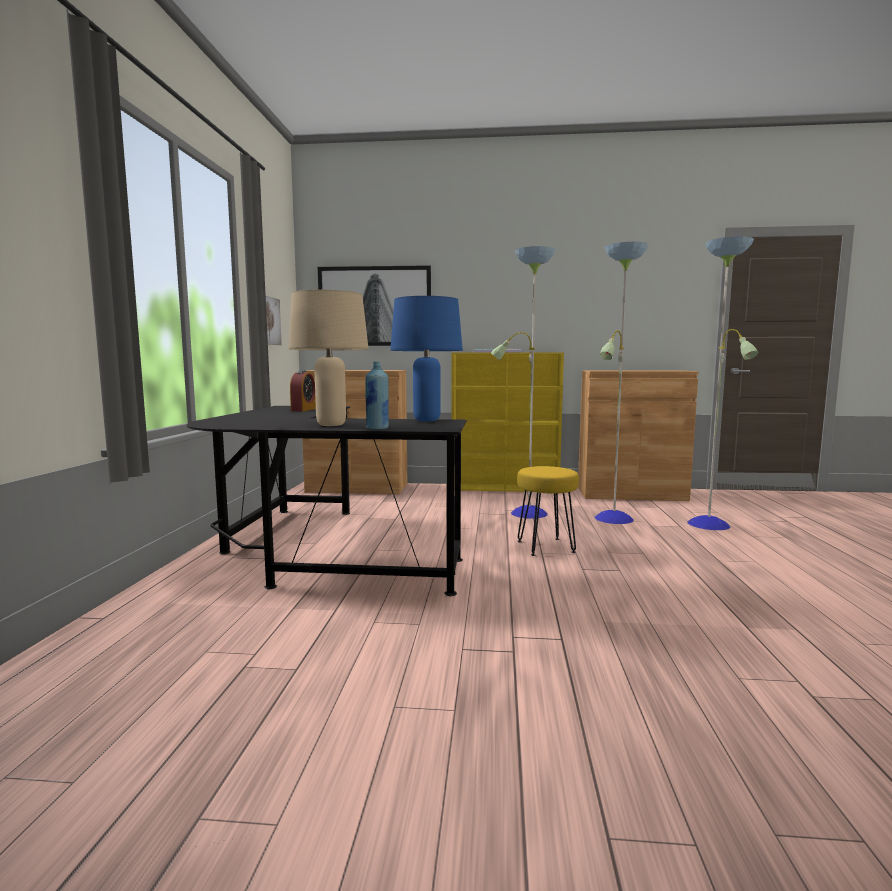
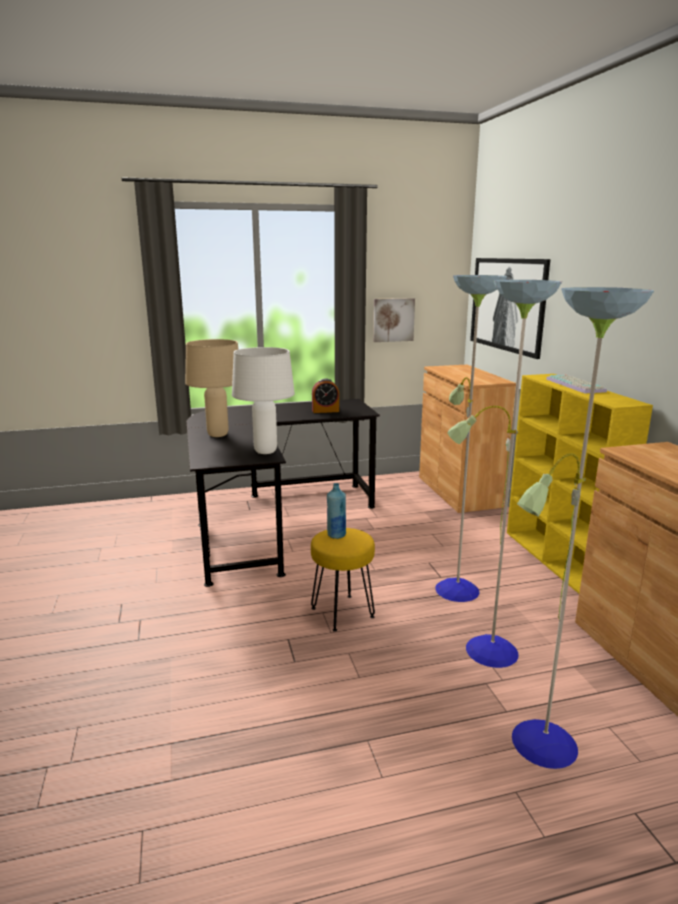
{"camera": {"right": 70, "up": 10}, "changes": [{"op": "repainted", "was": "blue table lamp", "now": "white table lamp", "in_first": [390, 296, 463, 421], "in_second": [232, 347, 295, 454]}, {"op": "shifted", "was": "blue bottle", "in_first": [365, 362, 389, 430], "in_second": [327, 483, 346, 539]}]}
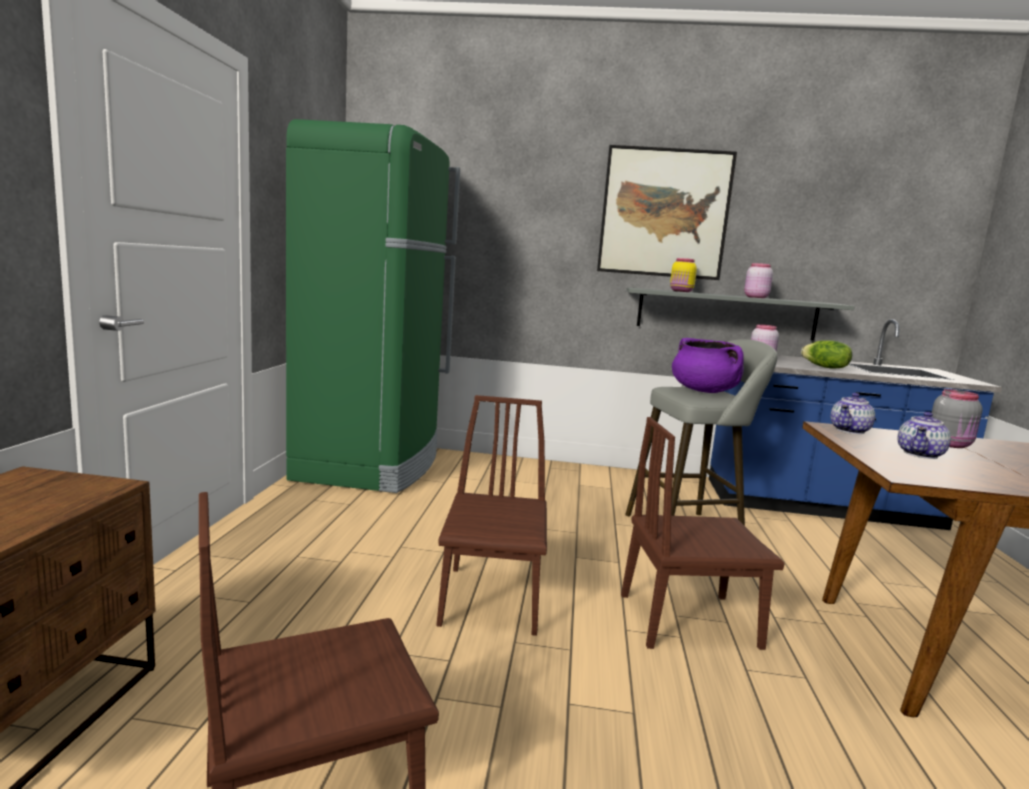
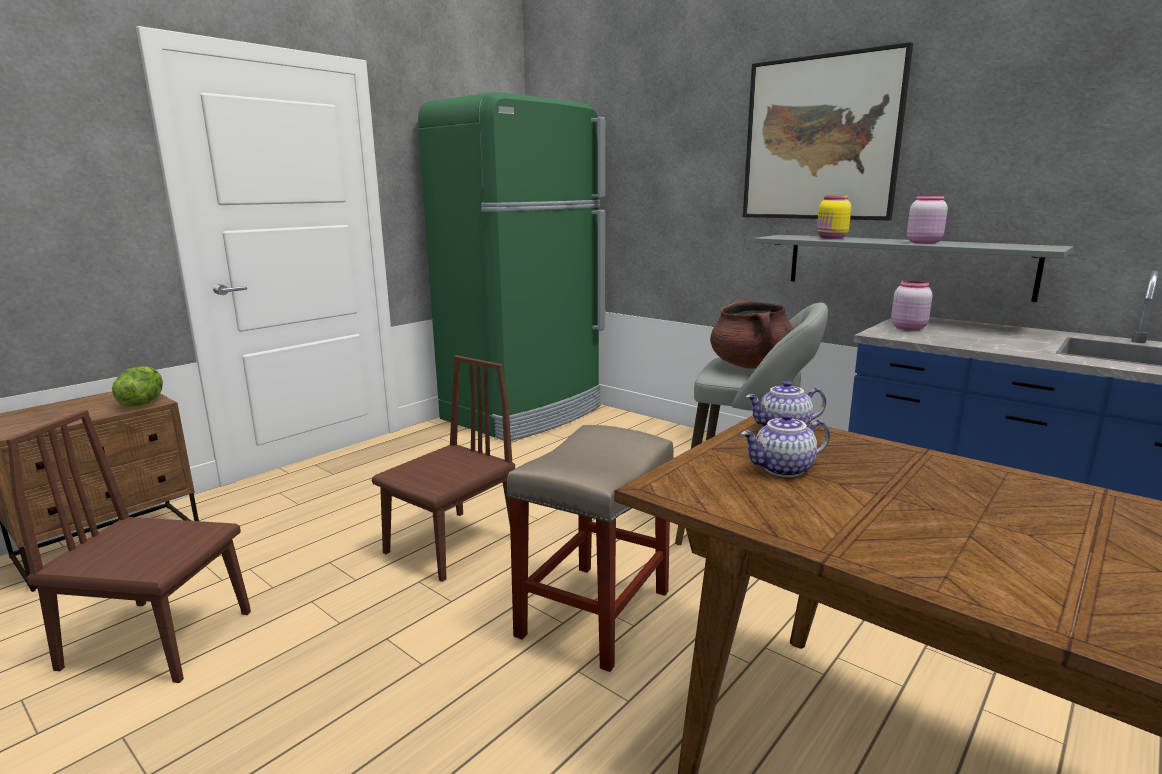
{"camera": {"right": 35, "up": 5}, "changes": [{"op": "shifted", "was": "lettuce", "in_first": [801, 340, 852, 369], "in_second": [112, 366, 163, 406]}, {"op": "swapped", "was": "brown chair", "now": "beige stool", "in_first": [621, 417, 785, 650], "in_second": [507, 425, 674, 672]}, {"op": "repainted", "was": "purple cooking pot", "now": "brown cooking pot", "in_first": [672, 338, 744, 393], "in_second": [710, 300, 794, 369]}, {"op": "gone", "was": "grey jar", "in_first": [932, 389, 983, 448]}]}
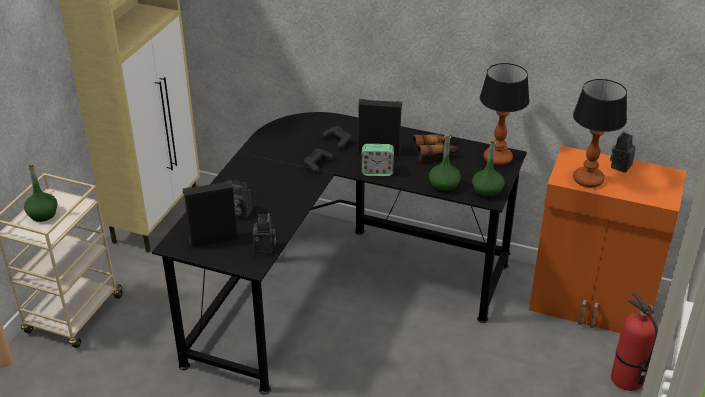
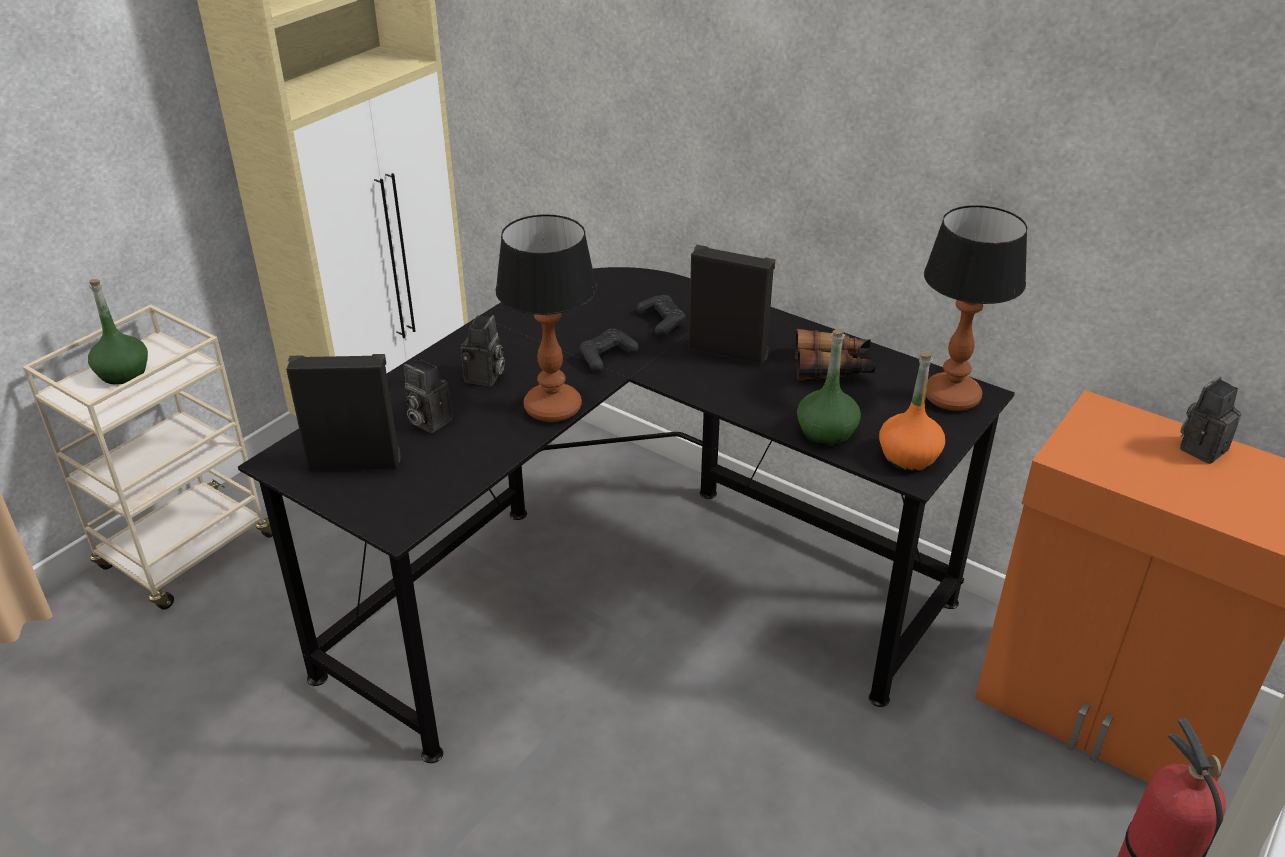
{"camera": {"right": 15, "up": 0}, "changes": [{"op": "shifted", "was": "photo camera", "in_first": [253, 213, 276, 254], "in_second": [461, 315, 505, 386]}, {"op": "shifted", "was": "table lamp", "in_first": [573, 79, 627, 188], "in_second": [495, 215, 597, 422]}, {"op": "repainted", "was": "green bottle", "now": "orange bottle", "in_first": [472, 139, 504, 198], "in_second": [879, 352, 945, 471]}, {"op": "gone", "was": "alarm clock", "in_first": [361, 144, 394, 176]}]}
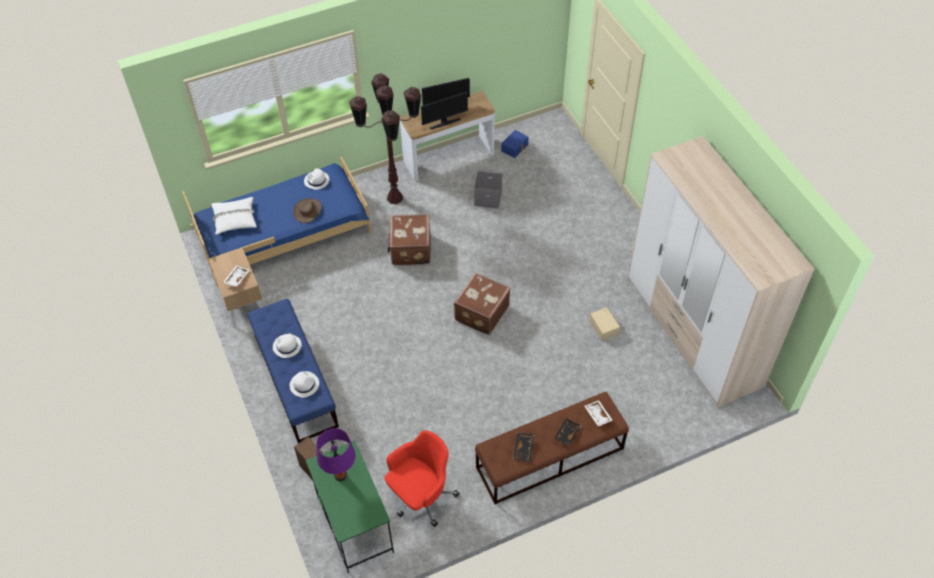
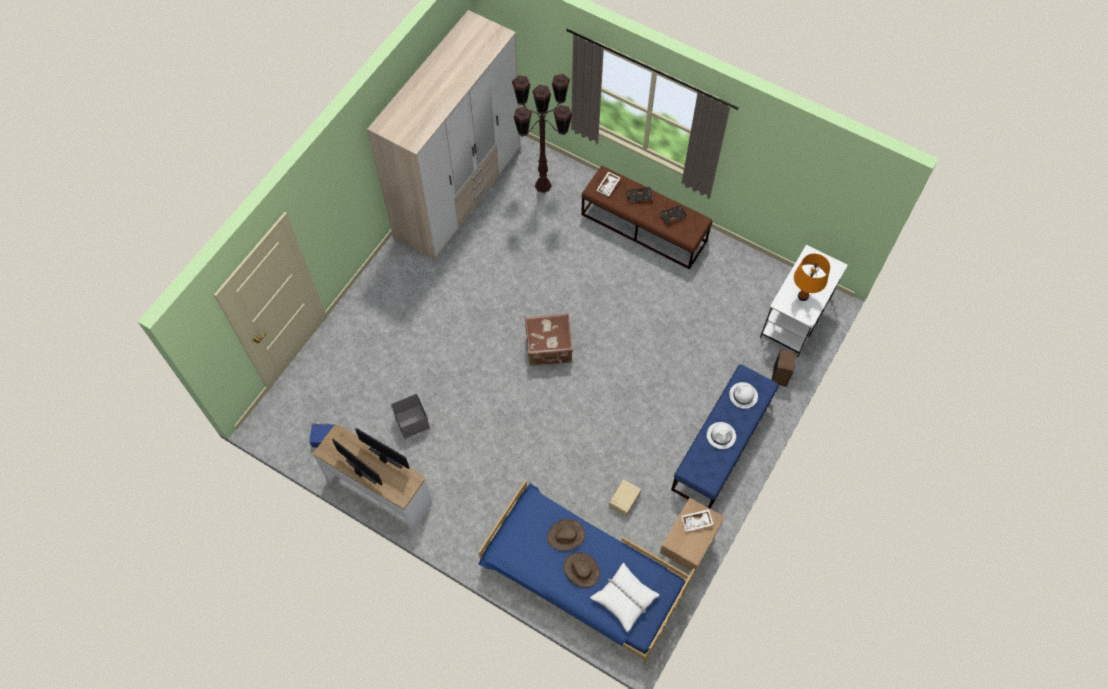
{"camera": {"right": -125, "up": 10}, "changes": [{"op": "shifted", "was": "brown floor lamp", "in_first": [349, 73, 421, 204], "in_second": [512, 74, 572, 193]}, {"op": "new", "now": "brown hat", "in_second": [563, 553, 600, 588]}, {"op": "shifted", "was": "beige storage box", "in_first": [589, 307, 620, 341], "in_second": [609, 479, 641, 517]}, {"op": "repainted", "was": "green desk", "now": "white desk", "in_first": [306, 441, 394, 573], "in_second": [760, 245, 848, 357]}, {"op": "repainted", "was": "purple table lamp", "now": "orange table lamp", "in_first": [316, 428, 356, 481], "in_second": [794, 254, 830, 301]}, {"op": "gone", "was": "white hat", "in_first": [304, 168, 329, 190]}, {"op": "gone", "was": "red office chair", "in_first": [385, 430, 460, 527]}, {"op": "gone", "was": "brown suitcase", "in_first": [387, 214, 431, 266]}]}
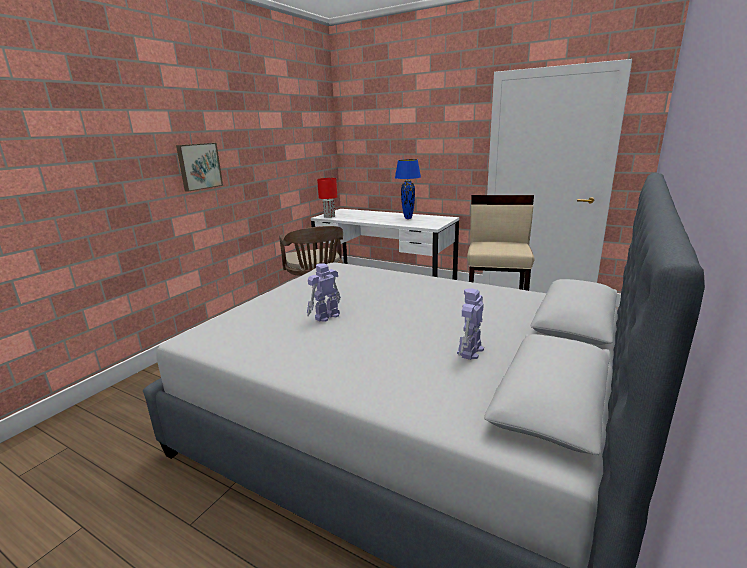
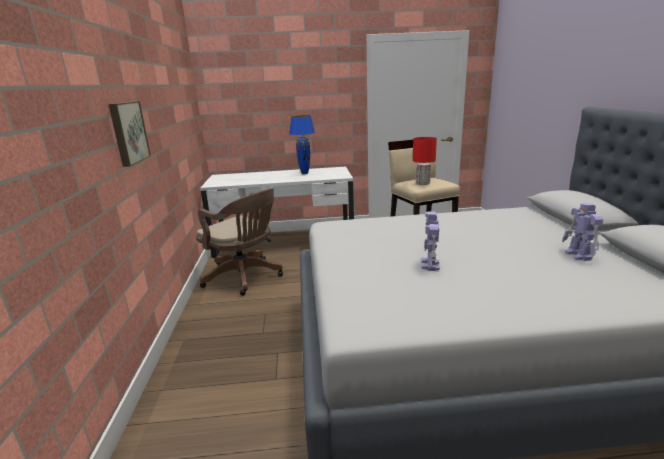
{"camera": {"right": -35, "up": 0}, "changes": [{"op": "shifted", "was": "red table lamp", "in_first": [317, 178, 337, 218], "in_second": [413, 137, 437, 185]}]}
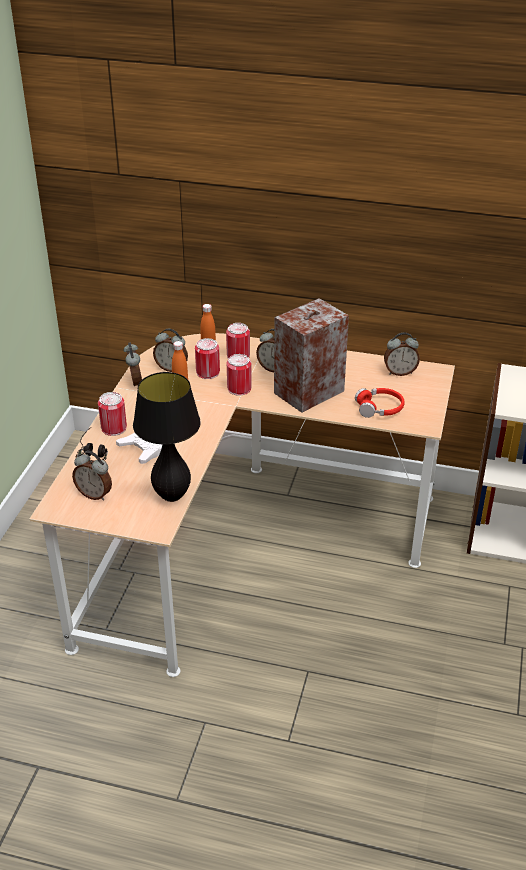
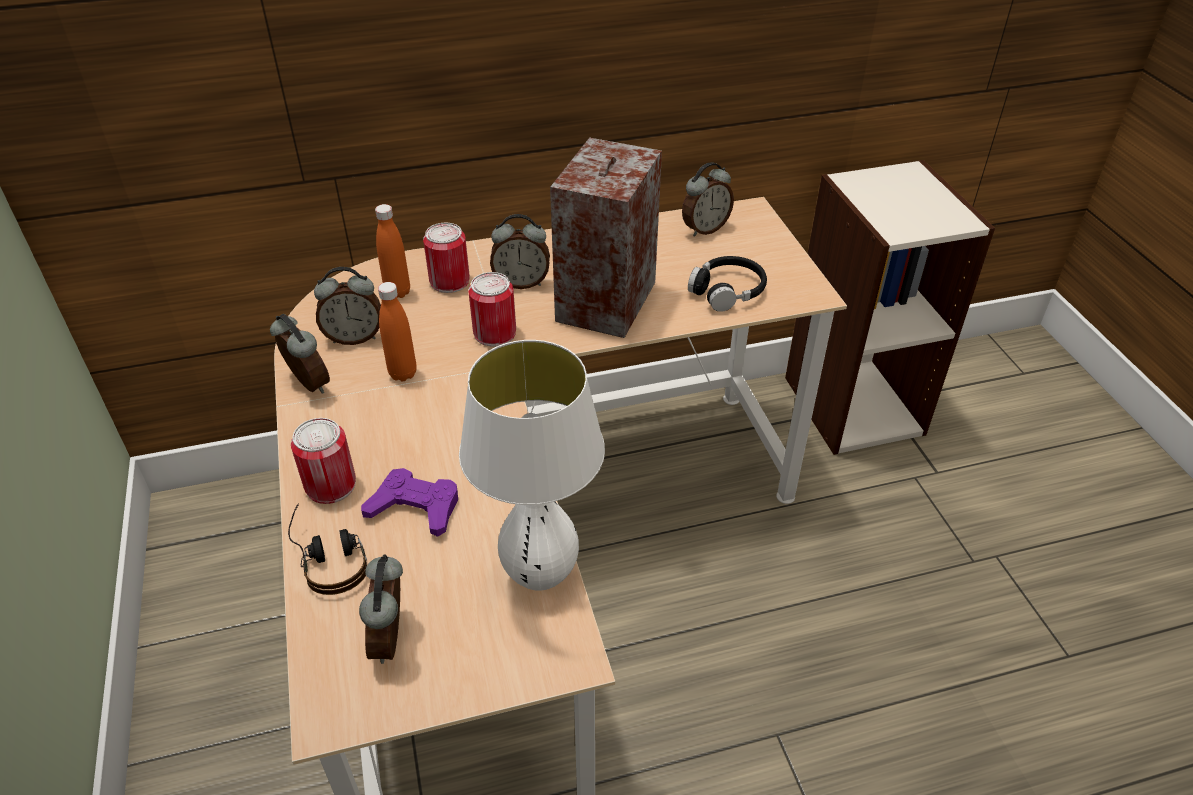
{"camera": {"right": -30, "up": 5}, "changes": [{"op": "rotated", "was": "alarm clock", "in_first": [72, 451, 112, 501], "in_second": [359, 554, 403, 664], "clockwise": 90}, {"op": "repainted", "was": "white game controller", "now": "purple game controller", "in_first": [116, 433, 162, 464], "in_second": [361, 468, 458, 537]}, {"op": "repainted", "was": "black table lamp", "now": "white table lamp", "in_first": [133, 372, 201, 502], "in_second": [459, 340, 605, 591]}, {"op": "repainted", "was": "red headphones", "now": "black headphones", "in_first": [355, 388, 405, 418], "in_second": [688, 256, 767, 312]}, {"op": "gone", "was": "can", "in_first": [195, 338, 220, 379]}]}
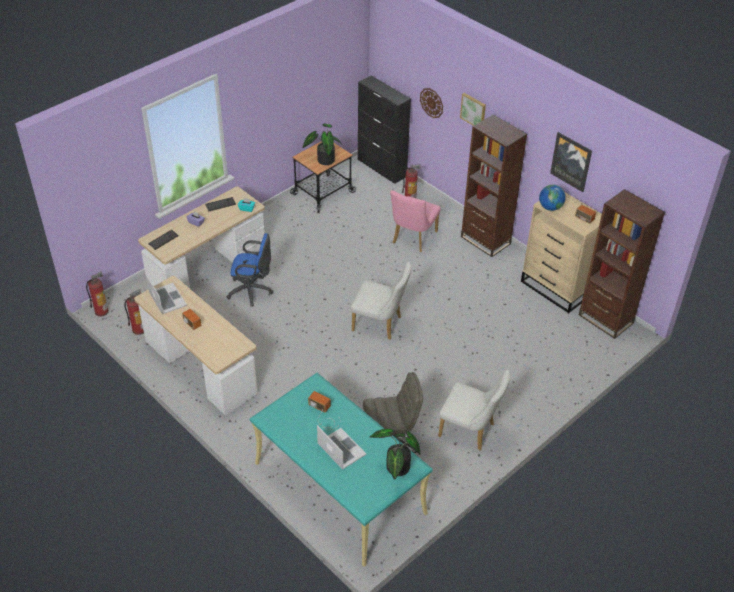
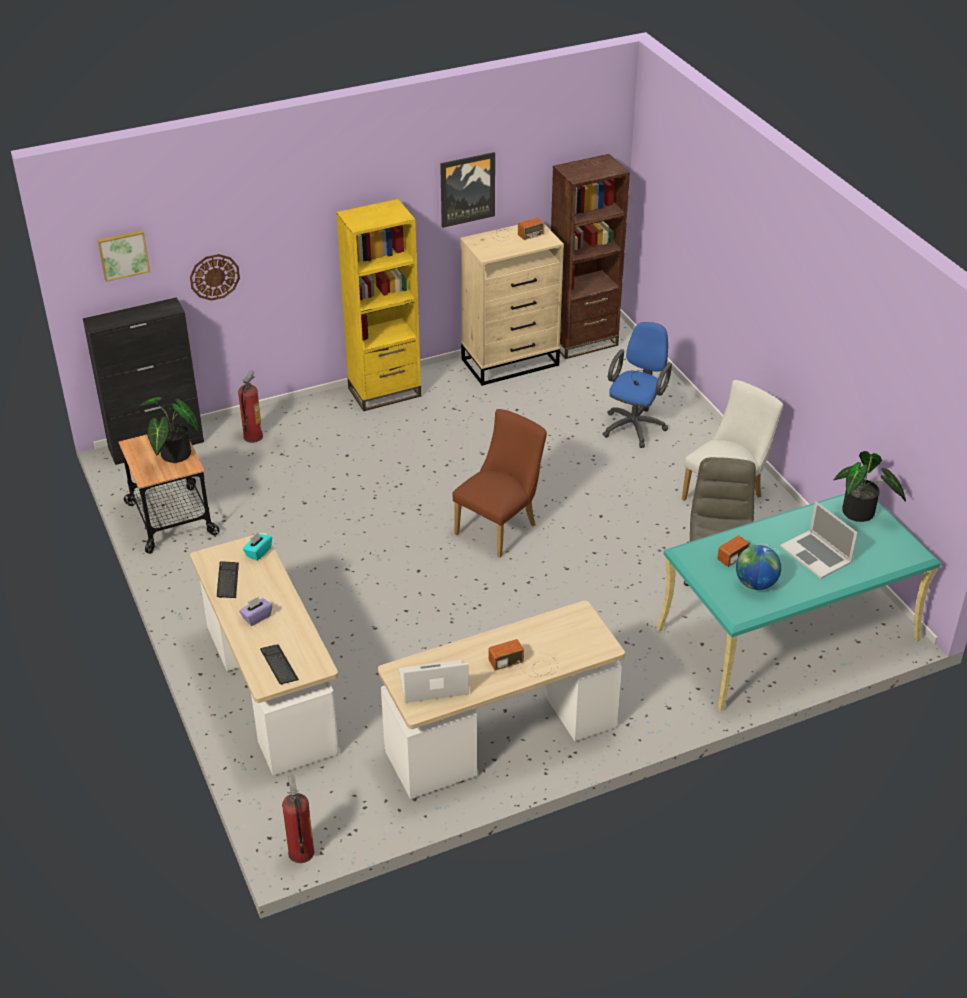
{"camera": {"right": -70, "up": -5}, "changes": [{"op": "shifted", "was": "picture", "in_first": [460, 93, 486, 126], "in_second": [97, 230, 150, 282]}, {"op": "repainted", "was": "brown bookcase", "now": "yellow bookcase", "in_first": [461, 115, 527, 257], "in_second": [336, 199, 421, 411]}, {"op": "repainted", "was": "white chair", "now": "brown chair", "in_first": [351, 262, 411, 340], "in_second": [452, 409, 547, 558]}, {"op": "shifted", "was": "blue office chair", "in_first": [226, 233, 273, 307], "in_second": [603, 322, 672, 448]}, {"op": "shifted", "was": "globe", "in_first": [539, 185, 566, 211], "in_second": [736, 545, 781, 590]}, {"op": "rotated", "was": "laptop", "in_first": [317, 425, 366, 470], "in_second": [780, 501, 858, 579], "clockwise": -105}, {"op": "gone", "was": "fire extinguisher", "in_first": [124, 289, 144, 335]}, {"op": "gone", "was": "pink chair", "in_first": [390, 190, 441, 252]}]}
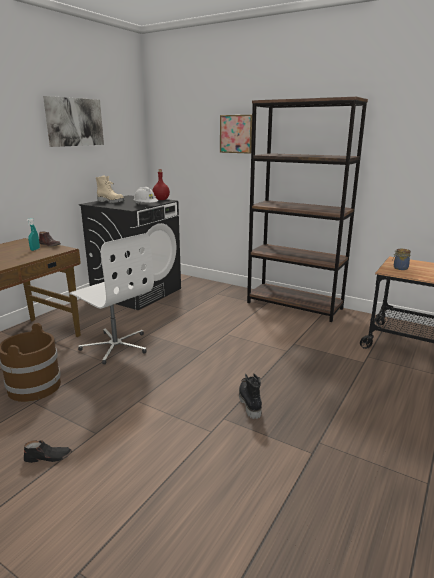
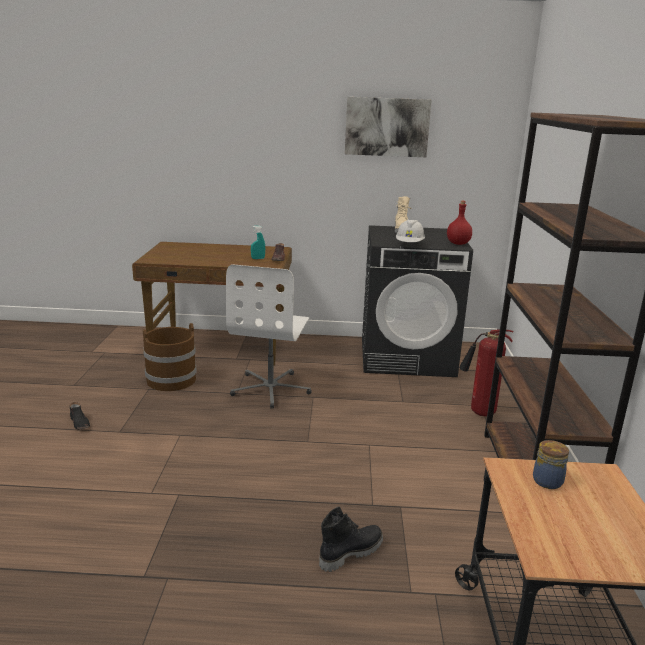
{"camera": {"right": 60, "up": 0}, "changes": [{"op": "shifted", "was": "black boot", "in_first": [239, 374, 262, 419], "in_second": [319, 506, 383, 572]}, {"op": "new", "now": "fire extinguisher", "in_second": [459, 329, 514, 417]}, {"op": "gone", "was": "picture", "in_first": [220, 115, 252, 154]}]}
